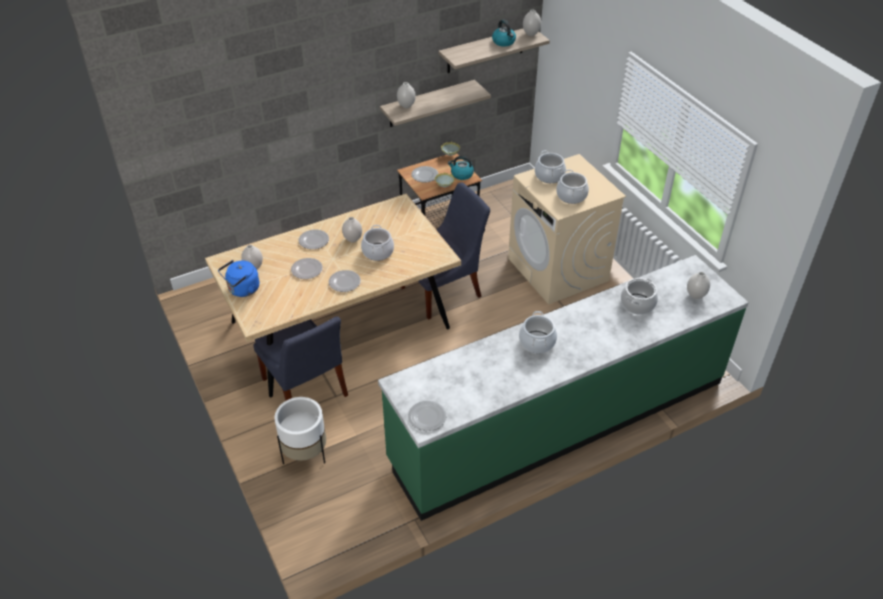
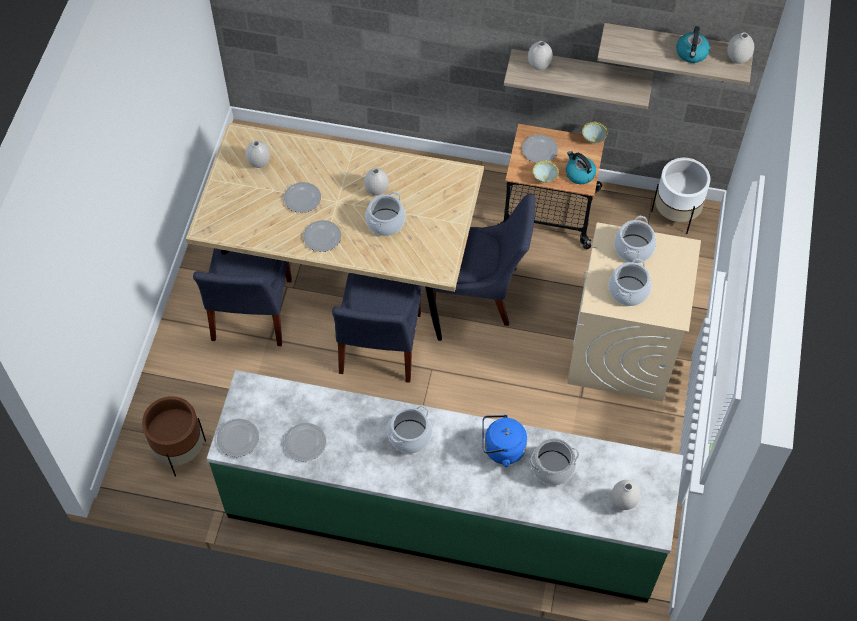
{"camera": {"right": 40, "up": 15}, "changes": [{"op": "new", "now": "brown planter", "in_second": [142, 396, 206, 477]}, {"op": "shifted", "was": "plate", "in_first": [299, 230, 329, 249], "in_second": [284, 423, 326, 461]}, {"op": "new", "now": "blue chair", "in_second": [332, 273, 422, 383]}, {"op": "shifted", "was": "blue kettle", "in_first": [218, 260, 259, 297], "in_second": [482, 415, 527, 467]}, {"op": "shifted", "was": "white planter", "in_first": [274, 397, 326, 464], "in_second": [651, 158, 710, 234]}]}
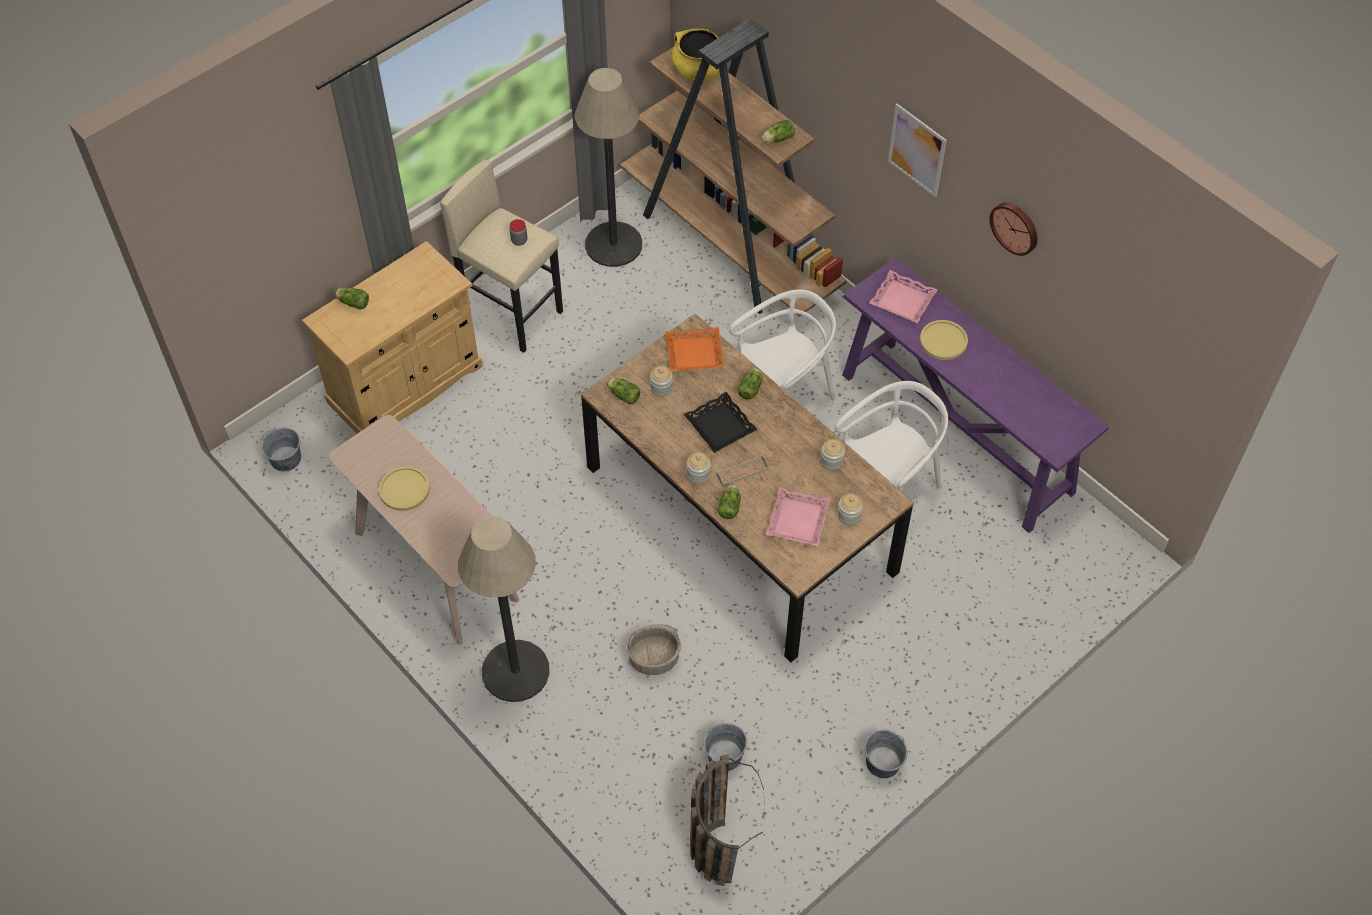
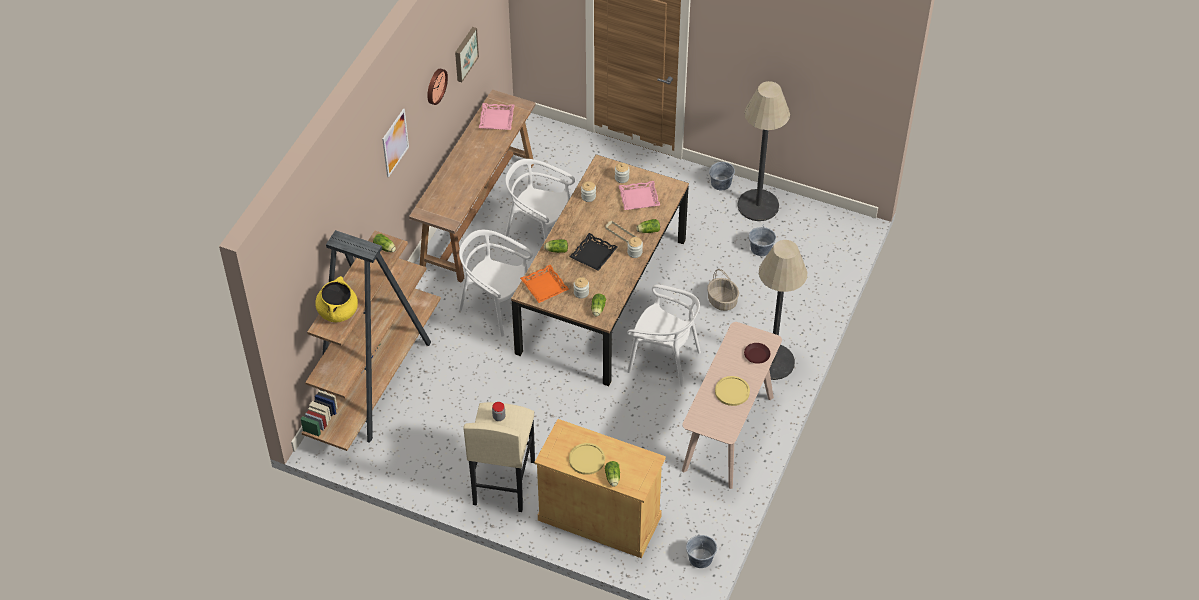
{"camera": {"right": -115, "up": -5}, "changes": [{"op": "repainted", "was": "purple console table", "now": "brown console table", "in_first": [842, 258, 1109, 533], "in_second": [409, 89, 536, 283]}, {"op": "new", "now": "picture", "in_second": [455, 27, 479, 82]}, {"op": "shifted", "was": "pink tray", "in_first": [869, 270, 938, 323], "in_second": [479, 103, 514, 130]}, {"op": "shifted", "was": "yellow plate", "in_first": [920, 320, 968, 360], "in_second": [569, 443, 605, 475]}, {"op": "new", "now": "white chair", "in_second": [627, 284, 701, 386]}, {"op": "shifted", "was": "floor lamp", "in_first": [575, 68, 642, 267], "in_second": [738, 81, 790, 221]}, {"op": "new", "now": "brown plate", "in_second": [744, 343, 770, 364]}, {"op": "gone", "was": "basket", "in_first": [690, 755, 765, 886]}]}
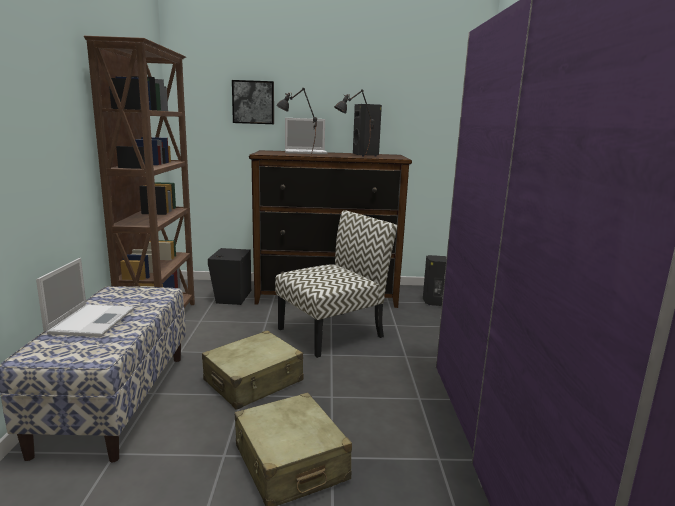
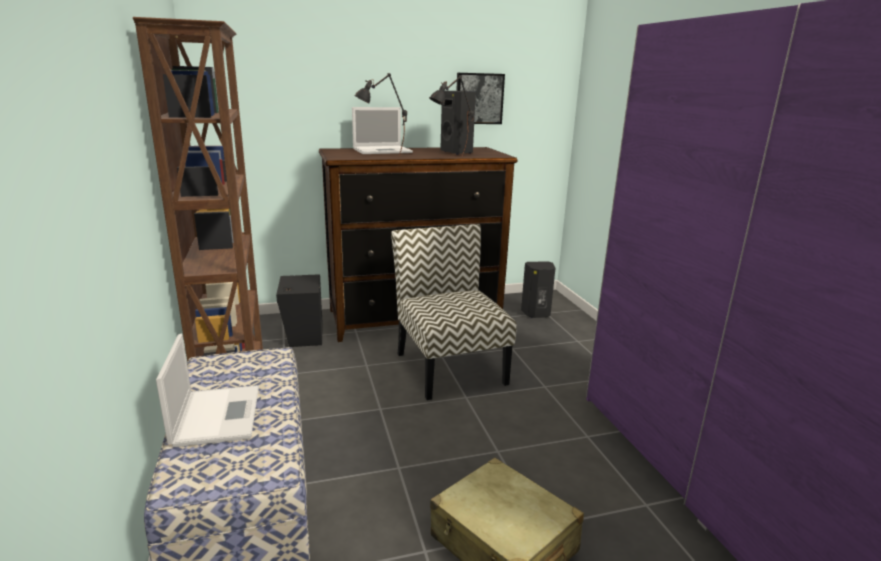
{"camera": {"right": -15, "up": 5}, "changes": [{"op": "rotated", "was": "chair", "in_first": [275, 210, 397, 358], "in_second": [391, 224, 517, 400], "clockwise": -60}, {"op": "shifted", "was": "picture", "in_first": [232, 80, 274, 124], "in_second": [456, 73, 505, 124]}, {"op": "gone", "was": "beige suitcase", "in_first": [202, 331, 303, 410]}]}
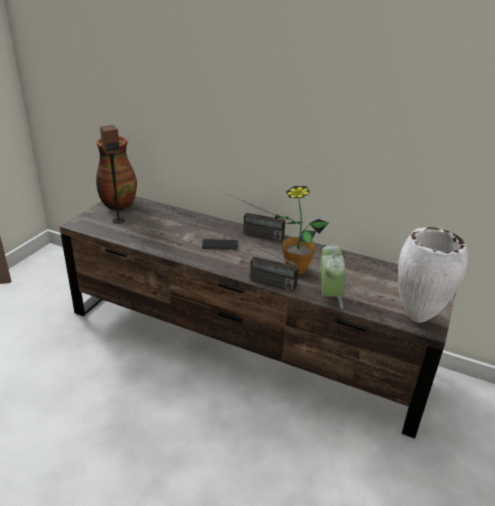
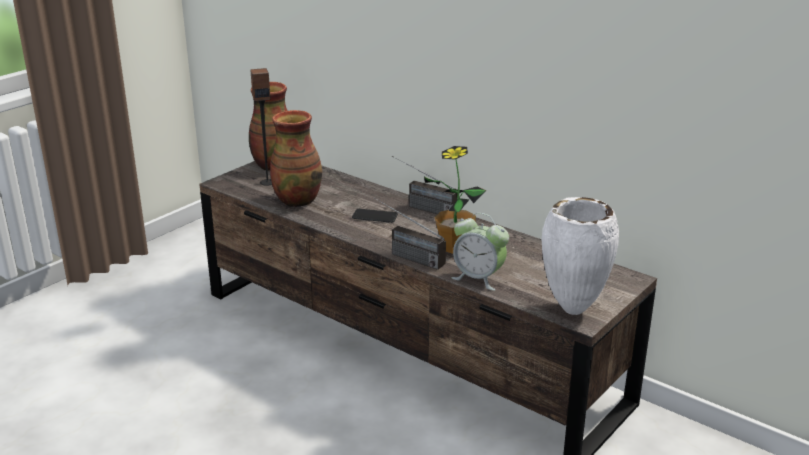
{"camera": {"right": 15, "up": -5}, "changes": [{"op": "new", "now": "vase", "in_second": [270, 110, 322, 207]}, {"op": "rotated", "was": "alarm clock", "in_first": [320, 244, 346, 309], "in_second": [452, 213, 509, 291], "clockwise": 105}]}
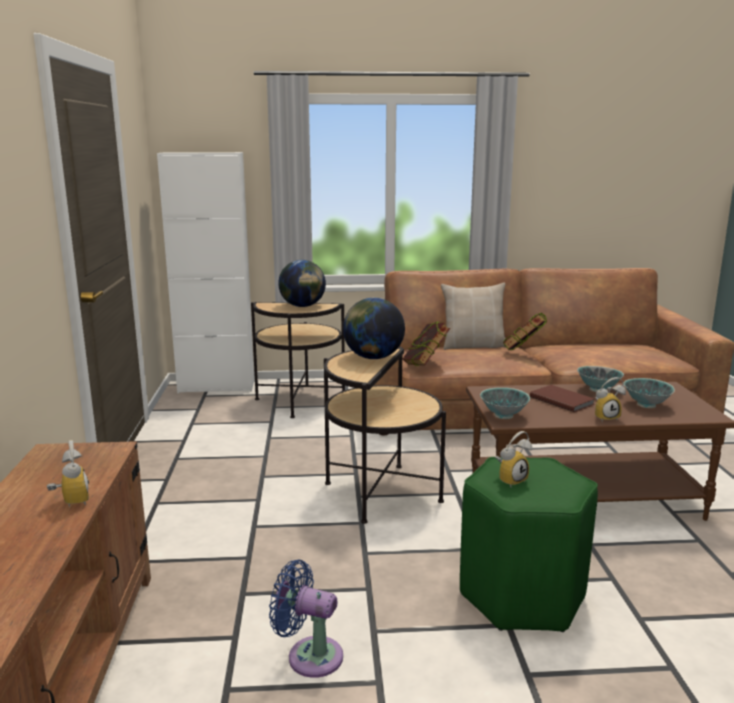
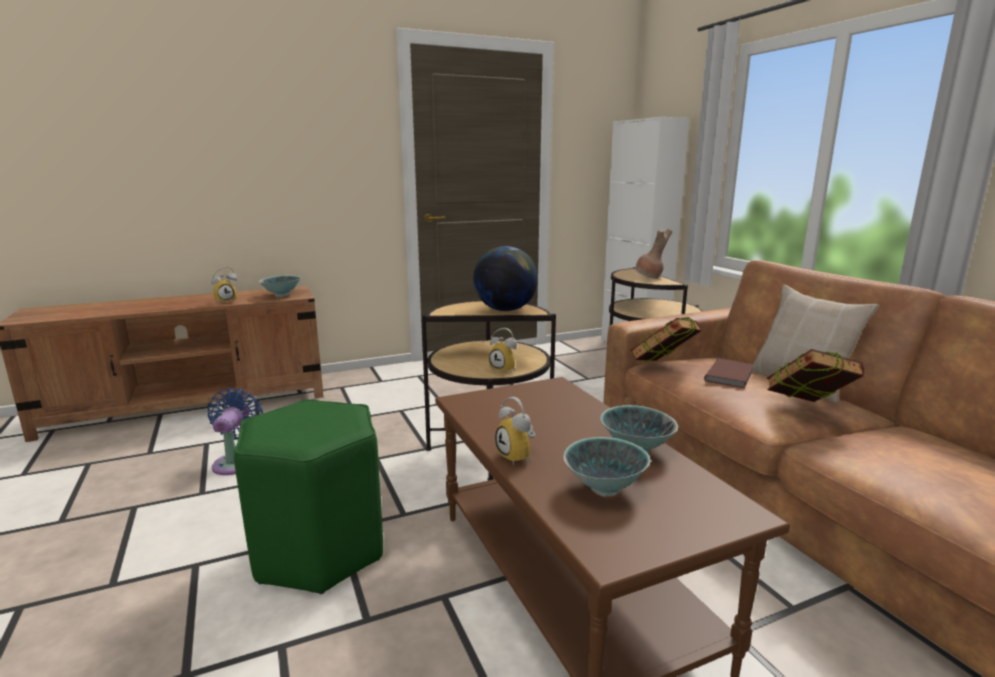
{"camera": {"right": 70, "up": 0}, "changes": [{"op": "shifted", "was": "bowl", "in_first": [480, 387, 530, 419], "in_second": [259, 275, 301, 297]}, {"op": "shifted", "was": "alarm clock", "in_first": [495, 431, 532, 487], "in_second": [489, 328, 517, 373]}, {"op": "swapped", "was": "globe", "now": "brown vase", "in_first": [278, 260, 326, 307], "in_second": [635, 229, 672, 279]}, {"op": "shifted", "was": "brown book", "in_first": [530, 385, 595, 412], "in_second": [704, 359, 755, 388]}]}
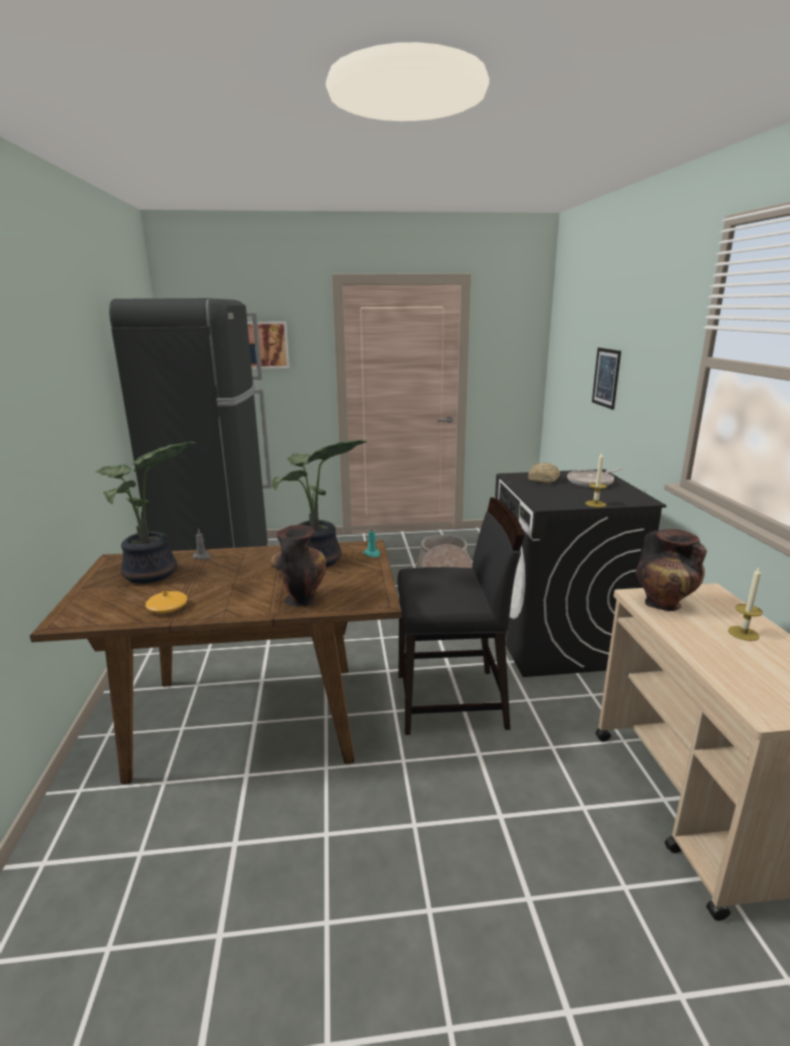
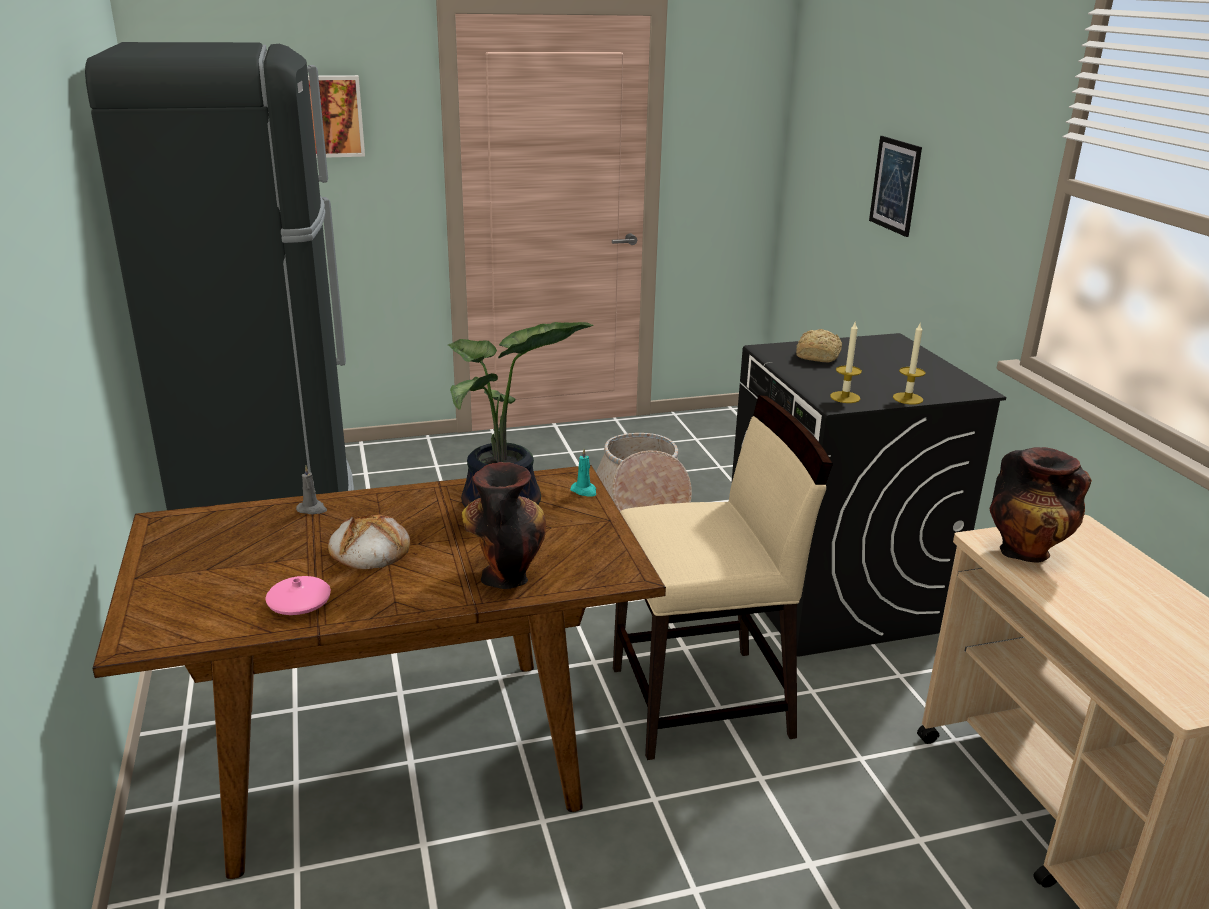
{"camera": {"right": -10, "up": 5}, "changes": [{"op": "repainted", "was": "orange vase", "now": "pink vase", "in_first": [145, 591, 187, 613], "in_second": [265, 576, 331, 615]}, {"op": "new", "now": "bread", "in_second": [328, 514, 410, 569]}, {"op": "repainted", "was": "black chair", "now": "beige chair", "in_first": [398, 497, 524, 735], "in_second": [613, 395, 833, 760]}, {"op": "shifted", "was": "candle", "in_first": [728, 568, 763, 641], "in_second": [830, 322, 862, 403]}, {"op": "gone", "was": "potted plant", "in_first": [95, 442, 196, 584]}, {"op": "gone", "was": "frying pan", "in_first": [567, 468, 622, 487]}]}
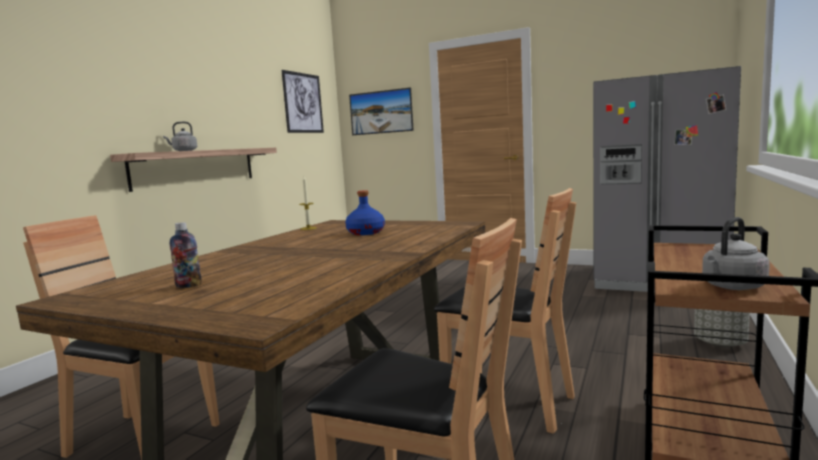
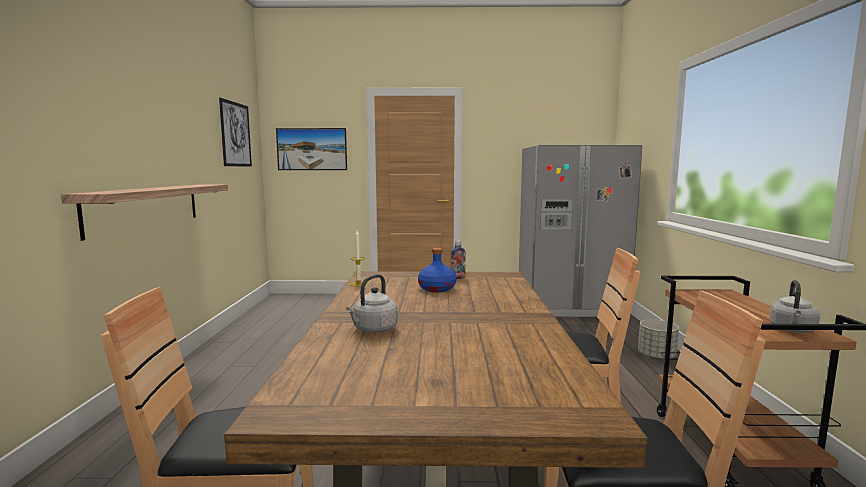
{"camera": {"right": -25, "up": 0}, "changes": [{"op": "shifted", "was": "grey kettle", "in_first": [163, 122, 197, 151], "in_second": [346, 274, 398, 333]}, {"op": "shifted", "was": "bottle", "in_first": [169, 222, 201, 288], "in_second": [450, 241, 466, 279]}]}
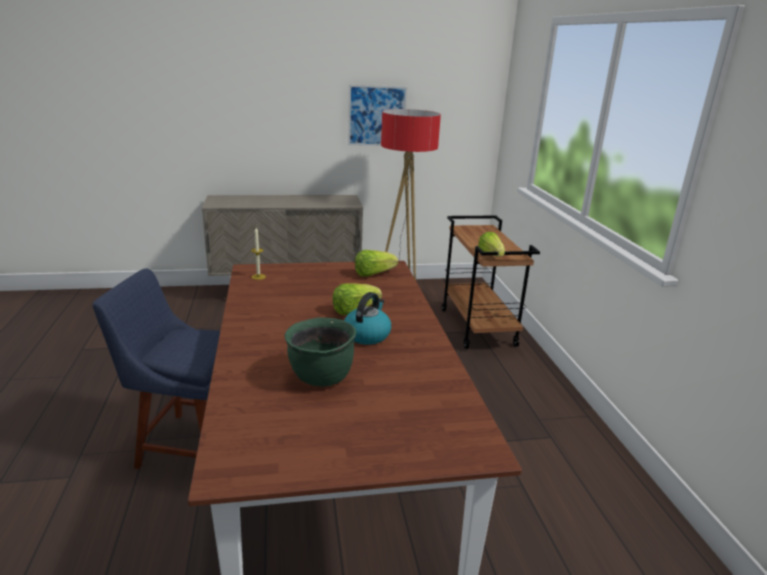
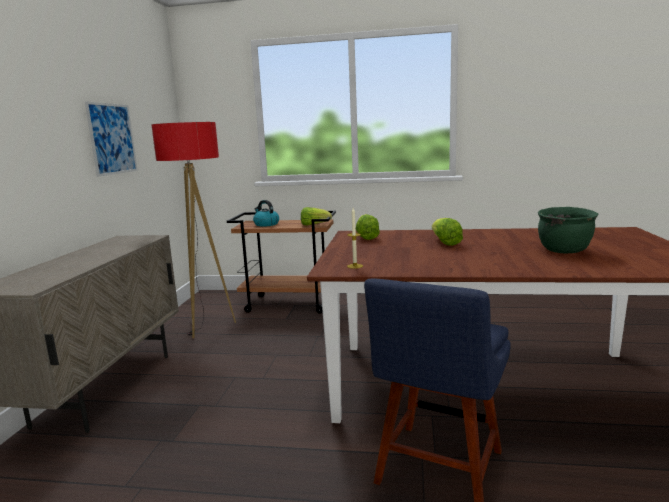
{"camera": {"right": -70, "up": -10}, "changes": [{"op": "shifted", "was": "kettle", "in_first": [344, 292, 391, 345], "in_second": [253, 200, 279, 227]}]}
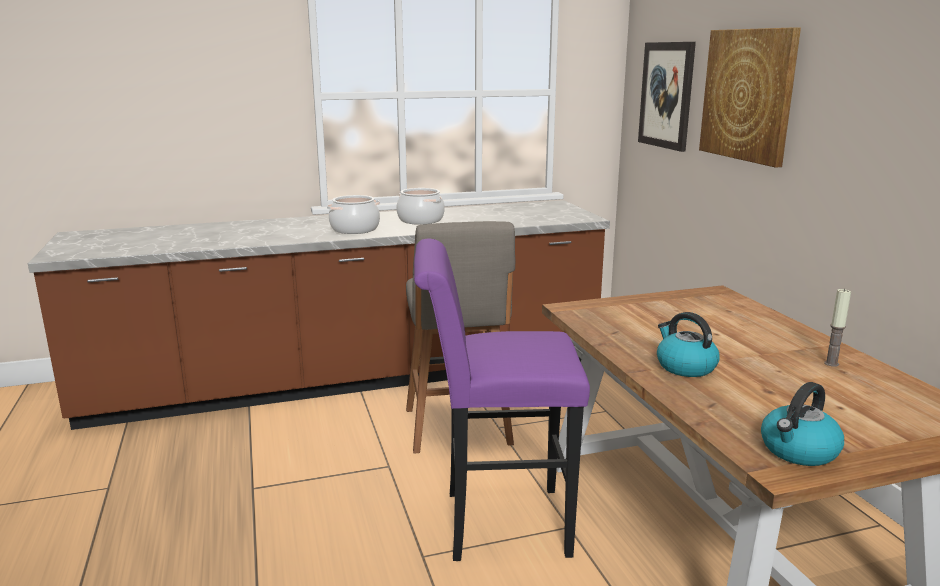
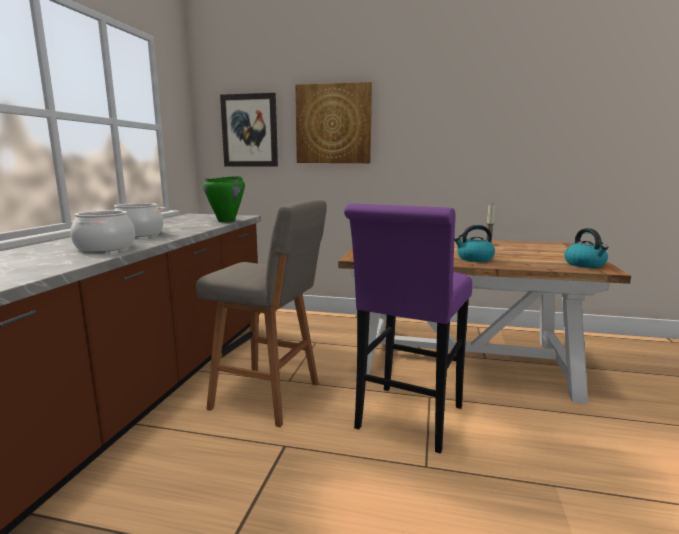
{"camera": {"right": -60, "up": -5}, "changes": [{"op": "new", "now": "green cooking pot", "in_second": [203, 176, 245, 222]}]}
